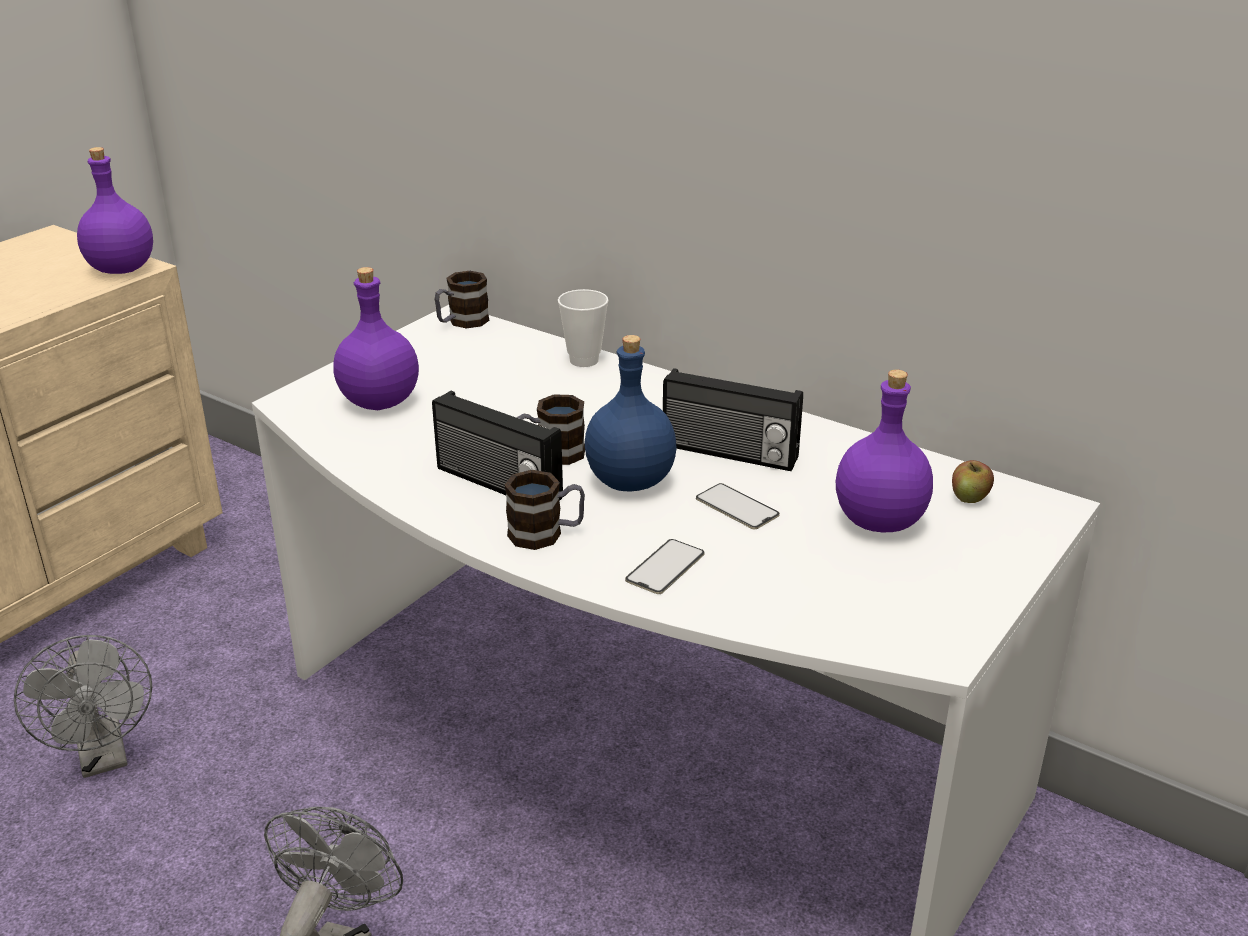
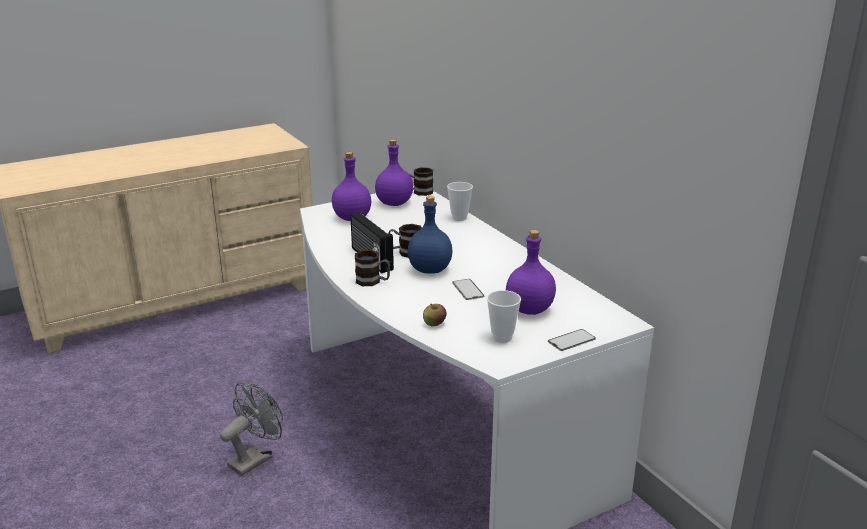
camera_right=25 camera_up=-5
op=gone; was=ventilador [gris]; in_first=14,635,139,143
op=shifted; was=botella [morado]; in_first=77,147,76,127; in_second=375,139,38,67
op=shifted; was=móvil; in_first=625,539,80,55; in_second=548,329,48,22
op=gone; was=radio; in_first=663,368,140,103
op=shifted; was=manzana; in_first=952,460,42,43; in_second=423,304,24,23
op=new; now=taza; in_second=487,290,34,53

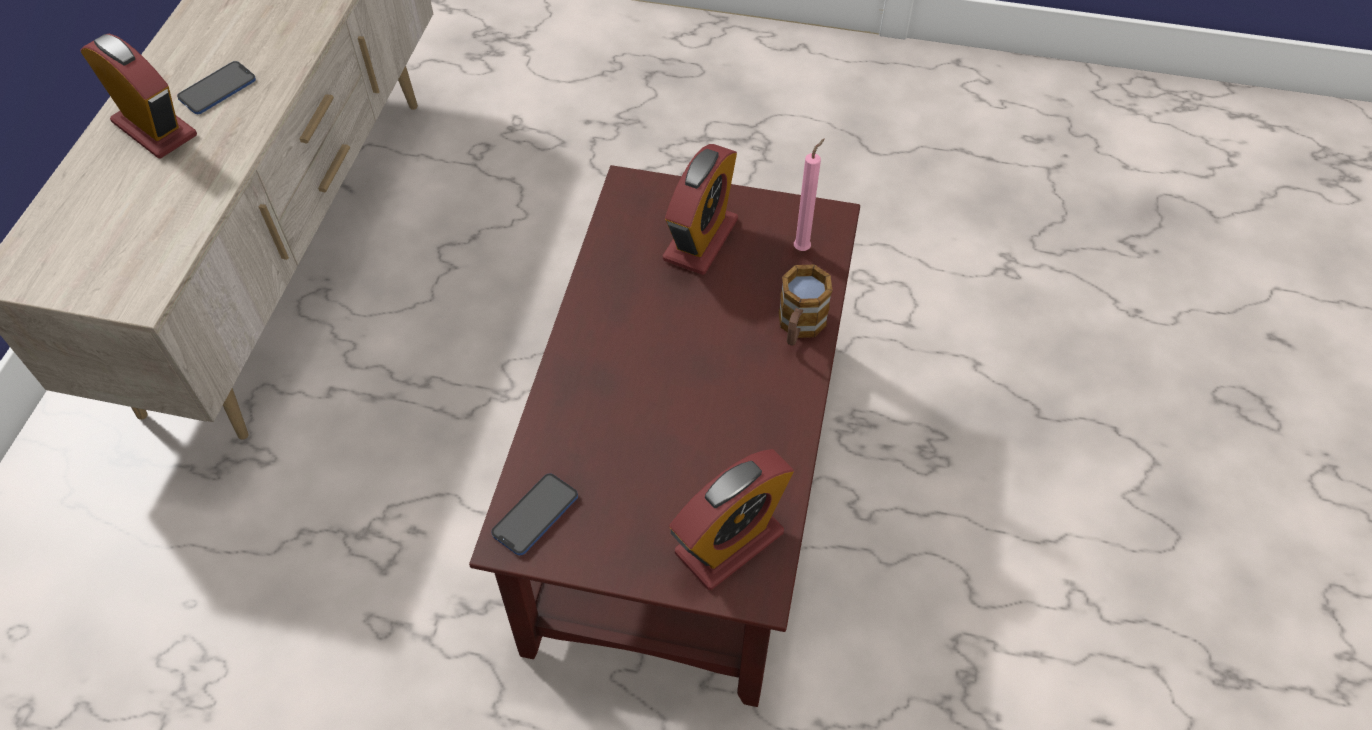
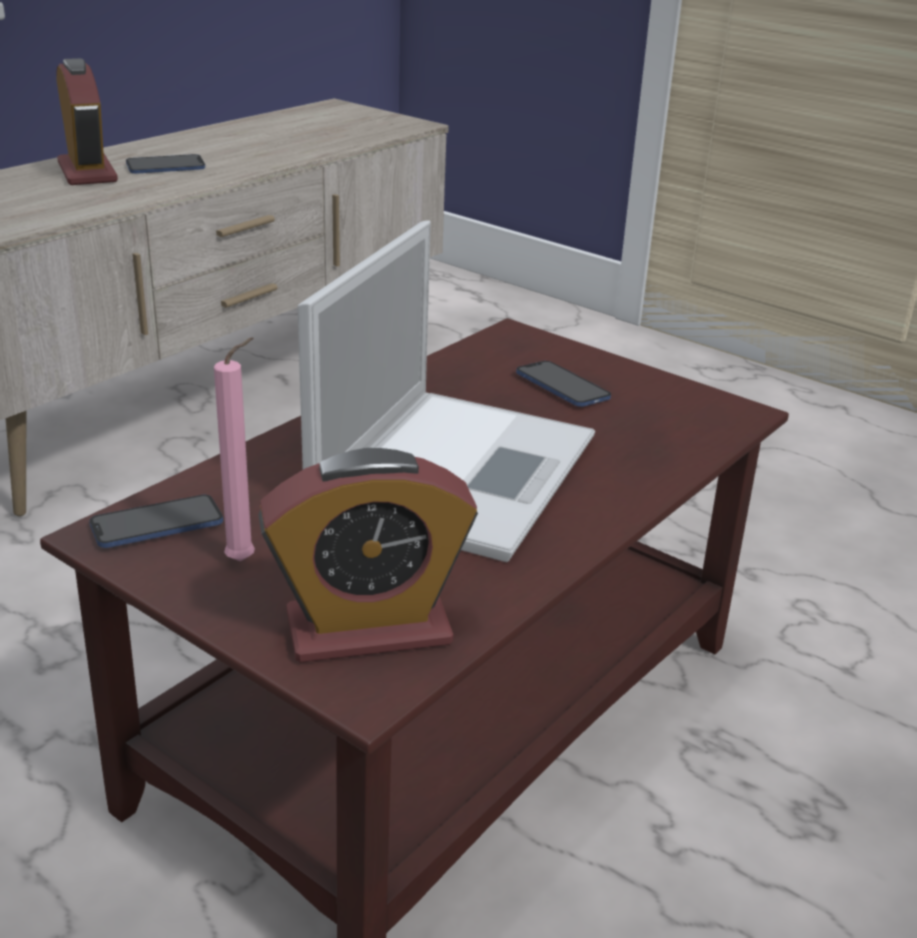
camera_right=25 camera_up=-25
op=swapped; was=despertador; now=móvil; in_first=663,144,75,131; in_second=516,361,95,46
op=gone; was=taza grande; in_first=778,265,55,81
op=shifted; was=vela [rosa]; in_first=794,138,31,113; in_second=214,337,41,224
op=new; now=portátil; in_second=298,221,297,341

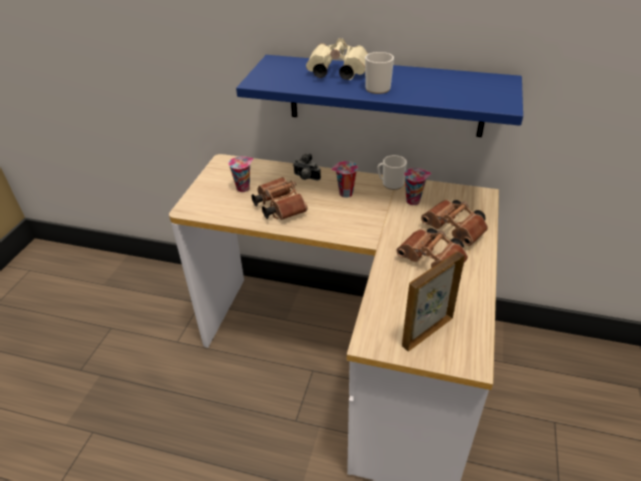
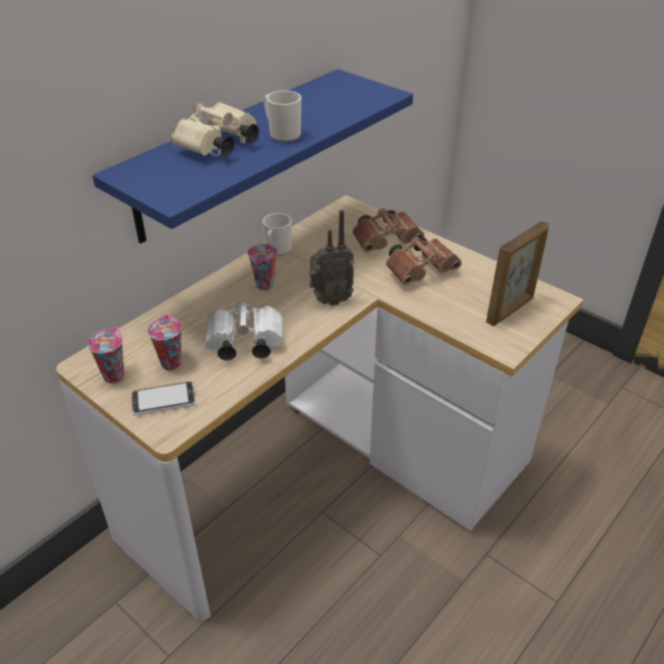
camera_right=-65 camera_up=0
op=repainted; was=prismáticos [marrón]; now=prismáticos [blanco]; in_first=251,177,57,43; in_second=206,301,77,59
op=gone; was=cámara; in_first=293,154,28,26
op=rotated; was=portarretratos; in_first=402,252,63,100; in_second=486,221,63,105; clockwise=-120
op=shifted; was=taza; in_first=404,168,27,37; in_second=87,327,37,56
op=new; now=móvil; in_second=132,382,64,33
op=new; now=radio; in_second=309,210,45,96

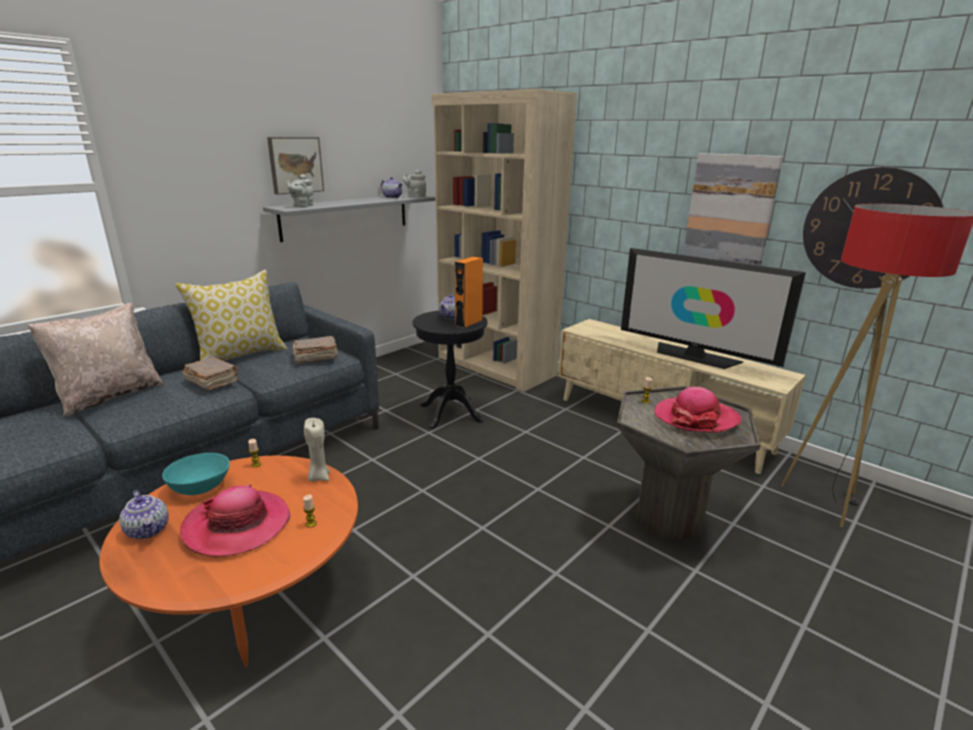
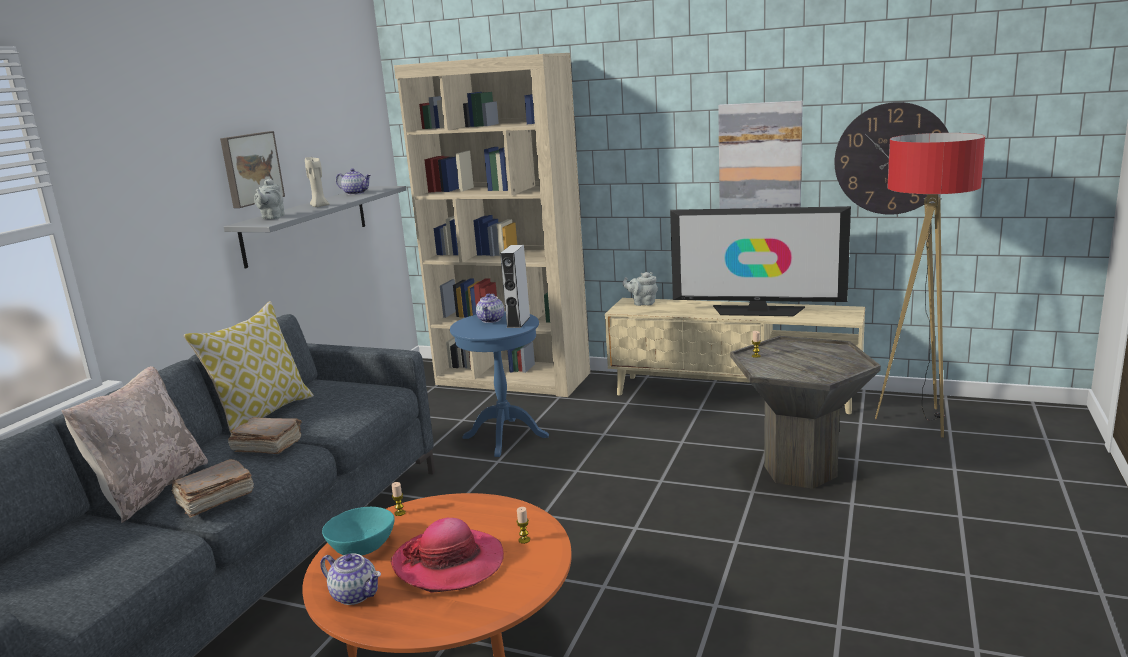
camera_right=-20 camera_up=-5
op=shifted; was=libro [marrón]; in_first=293,336,45,28; in_second=171,459,83,59
op=shifted; was=vela [beis]; in_first=304,418,26,64; in_second=305,157,25,50
op=shifted; was=tetera [gris]; in_first=403,170,23,28; in_second=623,272,35,34
op=repainted; was=mesa auxiliar [negro]; now=mesa auxiliar [azul]; in_first=412,310,76,119; in_second=450,311,99,146
op=repainted; was=altavoz [naranja]; now=altavoz [gris]; in_first=455,257,28,71; in_second=500,245,30,83
op=gone; was=sombrero; in_first=654,387,88,46

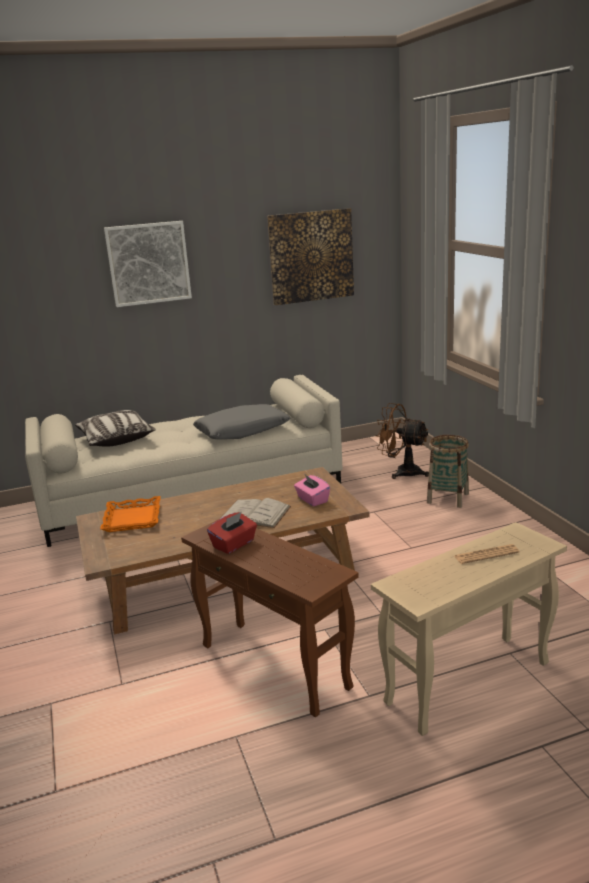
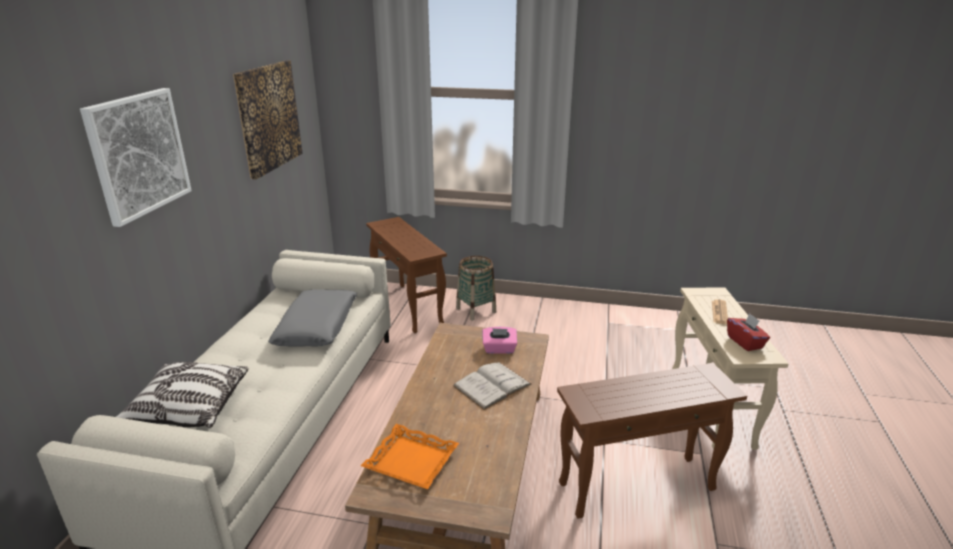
camera_right=-60 camera_up=5
op=shifted; was=caja de pañuelos [rojo]; in_first=207,512,50,42; in_second=727,313,43,38
op=swapped; was=ventilador [marrón]; now=mesa auxiliar [marrón]; in_first=375,403,54,76; in_second=366,217,81,116

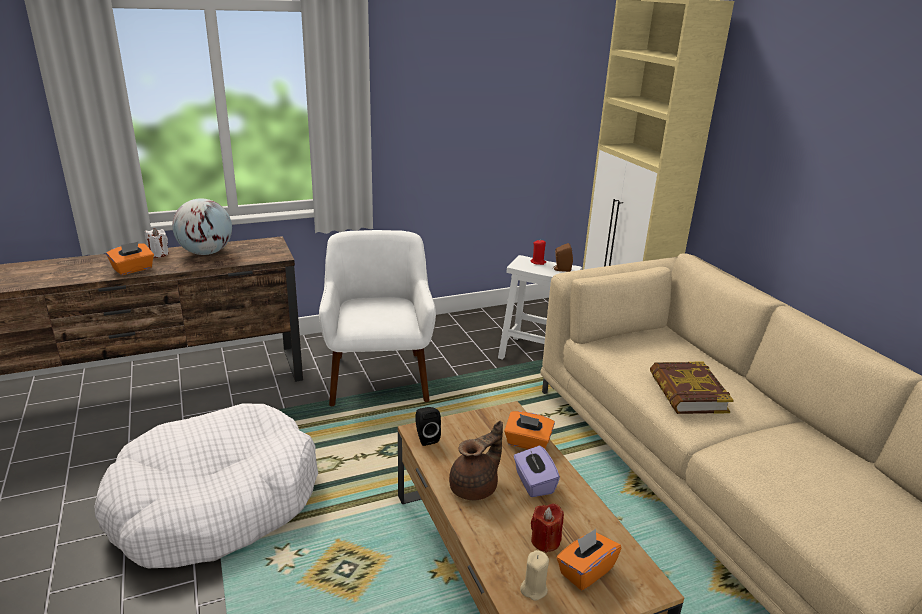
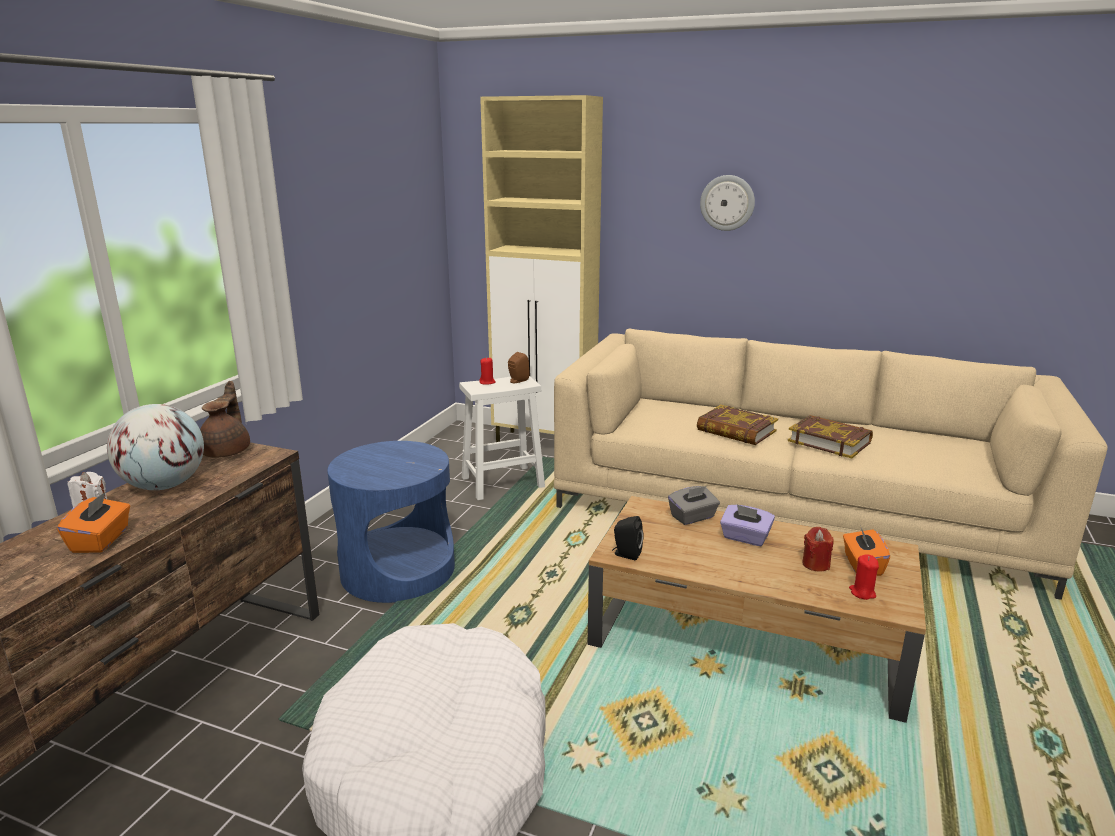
camera_right=-45 camera_up=-5
op=swapped; was=sillón [blanco]; now=mesa auxiliar [azul]; in_first=319,230,117,176; in_second=327,441,128,162
op=shifted; was=tetera [marrón]; in_first=449,421,54,79; in_second=200,381,50,77
op=repainted; was=caja de pañuelos [naranja]; now=caja de pañuelos [gris]; in_first=504,411,51,38; in_second=668,486,52,39
op=repainted; was=vela [beis]; now=vela [rojo]; in_first=520,550,29,51; in_second=849,554,30,46
op=new; now=reloj de pared; in_second=700,175,55,56
op=new; now=libro; in_second=788,415,85,44

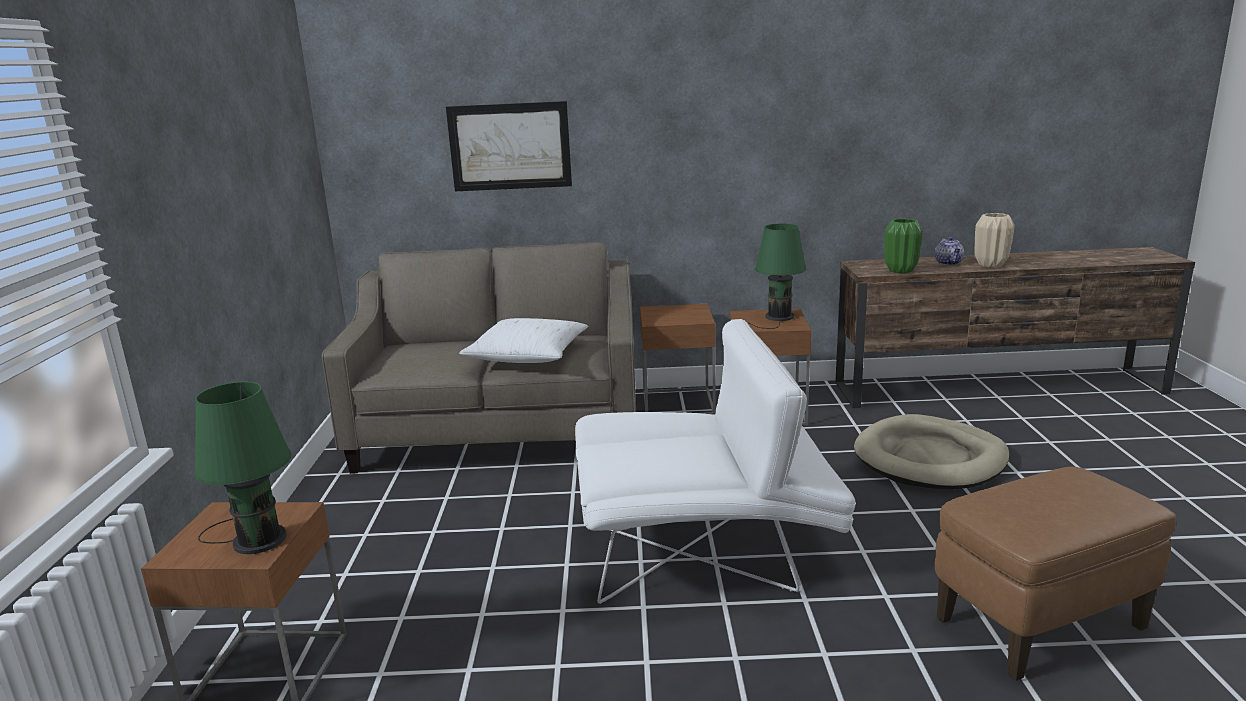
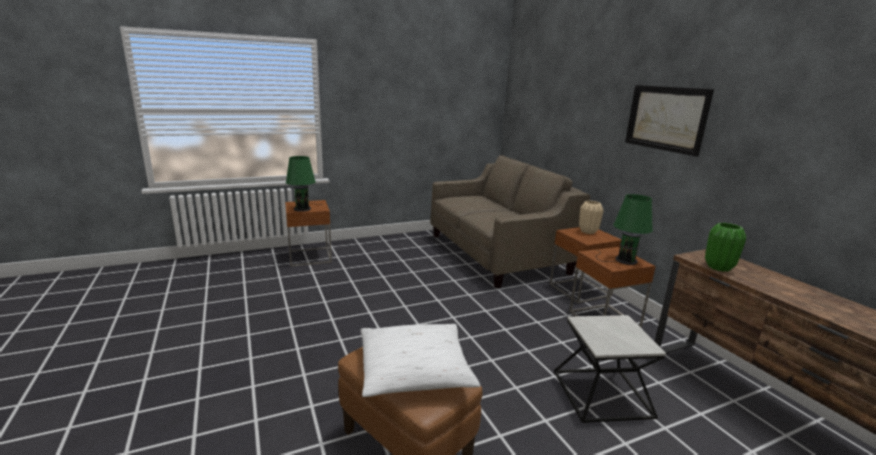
camera_right=65 camera_up=0
op=shifted; was=cuadro; in_first=446,101,126,90; in_second=625,85,89,72
op=shifted; was=cojín [blanco]; in_first=459,318,129,45; in_second=360,324,120,73
op=gone; was=sillón [blanco]; in_first=575,319,281,285
op=swapped; was=cama para perro [beis]; now=mesa auxiliar; in_first=854,414,155,75; in_second=554,315,112,108
op=gone; was=tetera; in_first=935,237,29,28
op=shifted; was=florero [beis]; in_first=975,213,40,54; in_second=579,201,25,33

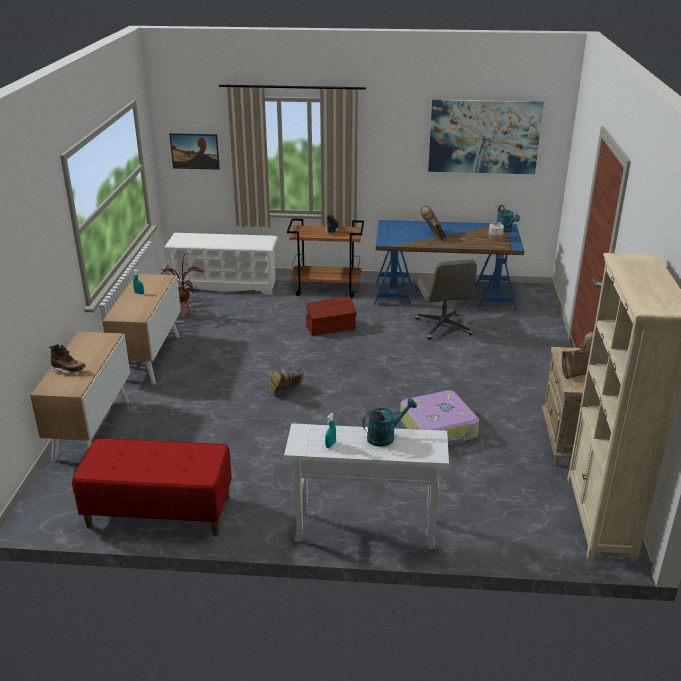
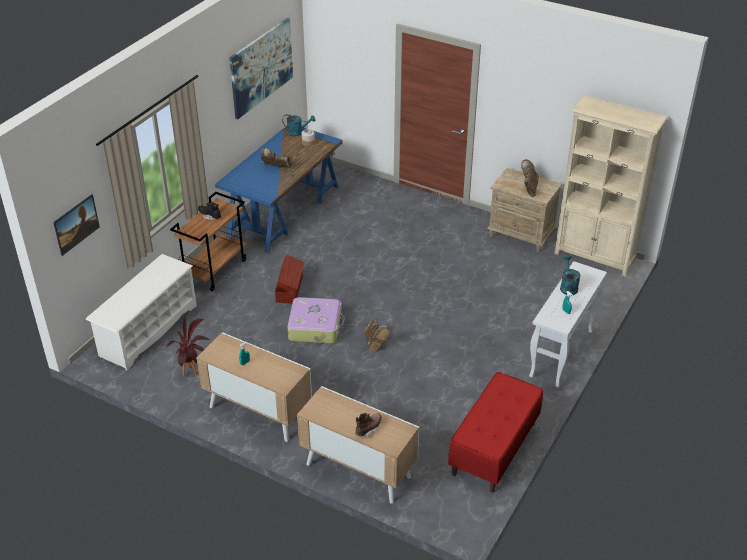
camera_right=-65 camera_up=10
op=shifted; was=maleta; in_first=400,390,79,55; in_second=287,297,58,46
op=gone; was=silla de oficina [gris]; in_first=415,260,62,79

